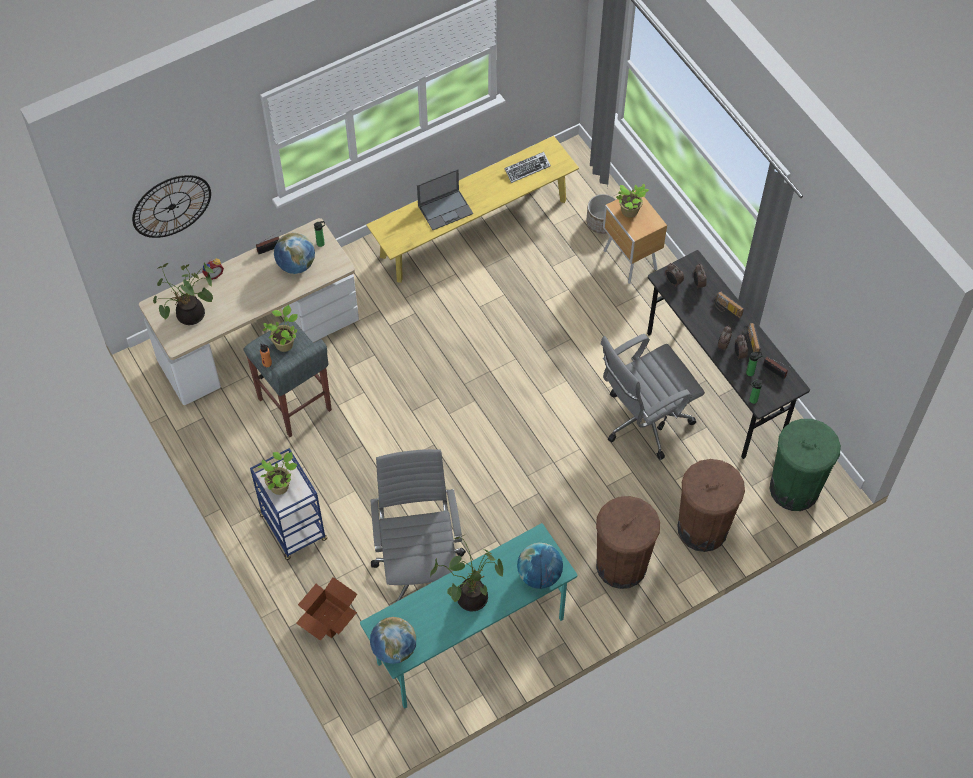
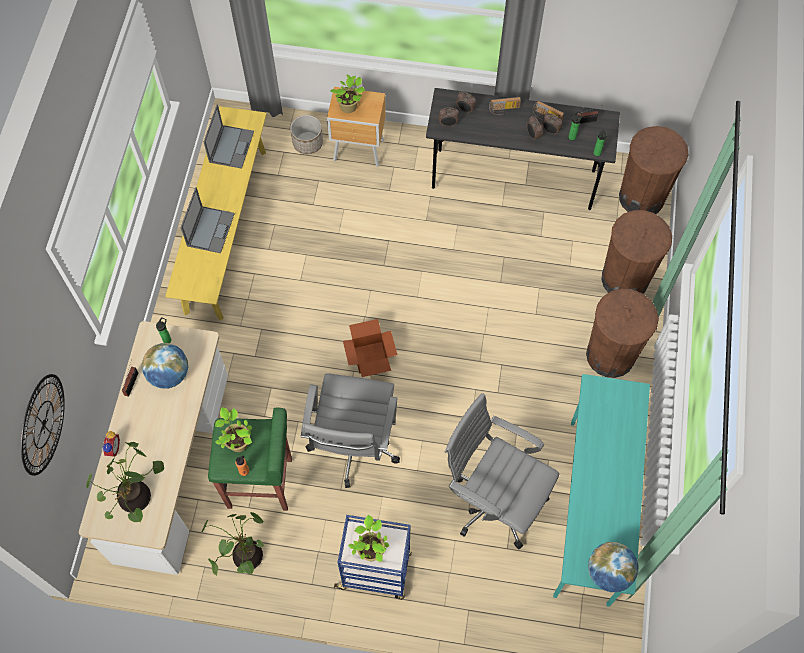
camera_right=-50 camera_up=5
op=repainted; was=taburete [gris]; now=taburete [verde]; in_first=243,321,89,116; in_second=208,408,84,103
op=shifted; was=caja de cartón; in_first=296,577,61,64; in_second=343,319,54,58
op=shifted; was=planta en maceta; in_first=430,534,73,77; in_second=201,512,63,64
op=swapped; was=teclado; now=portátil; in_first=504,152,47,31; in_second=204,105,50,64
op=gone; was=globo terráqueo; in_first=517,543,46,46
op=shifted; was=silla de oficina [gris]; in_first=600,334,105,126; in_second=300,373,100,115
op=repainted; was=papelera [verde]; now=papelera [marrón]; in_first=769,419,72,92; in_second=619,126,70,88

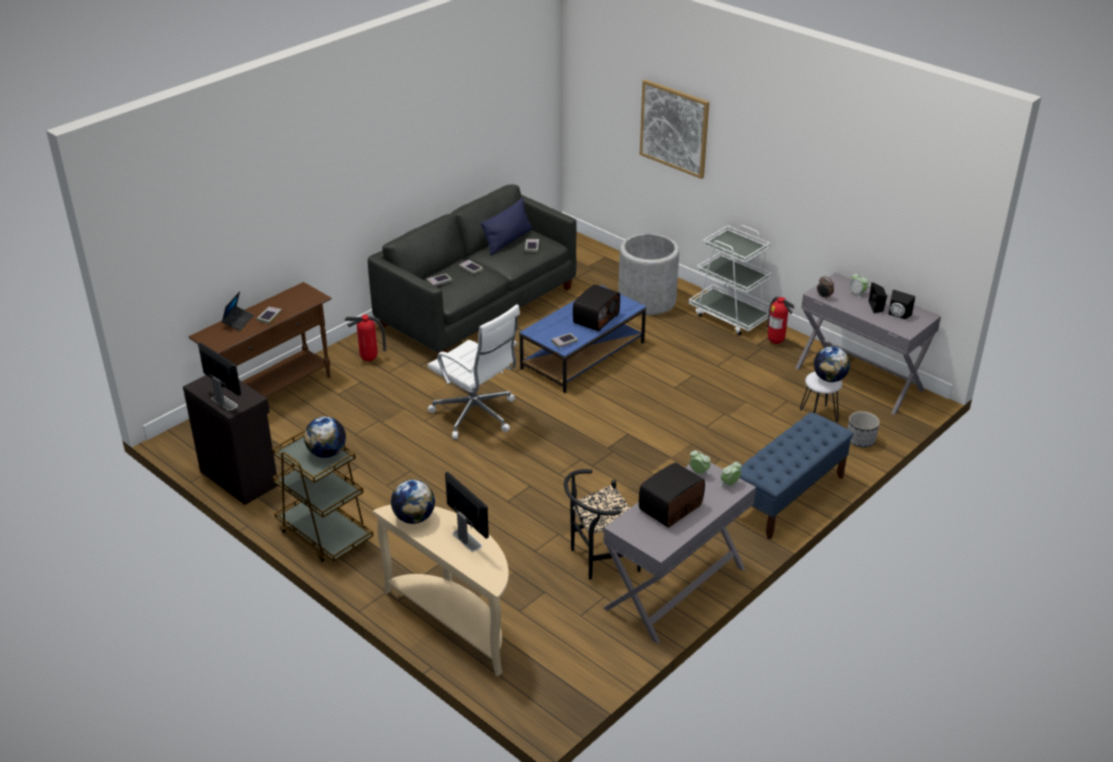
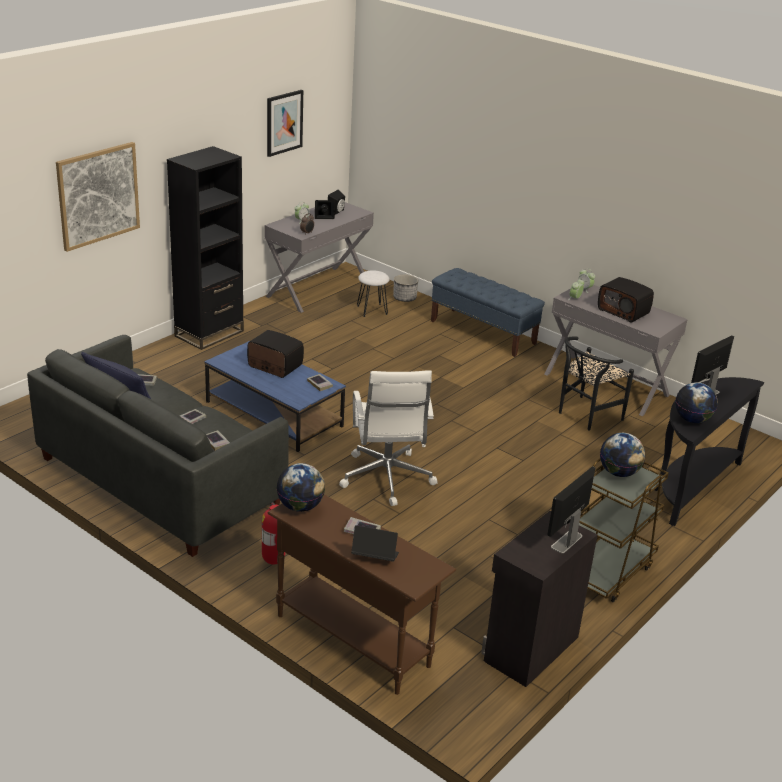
camera_right=-95 camera_up=-5
op=repainted; was=mesa consola [beis]; now=mesa consola [negro]; in_first=373,505,136,172; in_second=655,377,109,149
op=rotated; was=silla de oficina [blanco]; in_first=428,304,92,135; in_second=339,370,99,136; clockwise=135
op=rotated; was=silla [negro]; in_first=564,469,77,111; in_second=559,336,75,94; clockwise=75
op=gone; was=maceta [gris]; in_first=618,234,61,81
op=swapped; was=carrito [blanco]; now=estantería [negro]; in_first=689,225,83,111; in_second=167,146,77,204
op=gone; was=extintor; in_first=766,297,29,47
op=shifted; was=globo terráqueo; in_first=814,346,36,36; in_second=277,463,48,49
op=new; now=cuadro; in_second=267,90,36,67

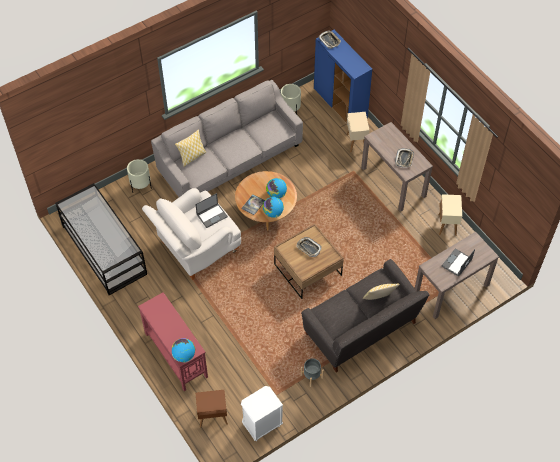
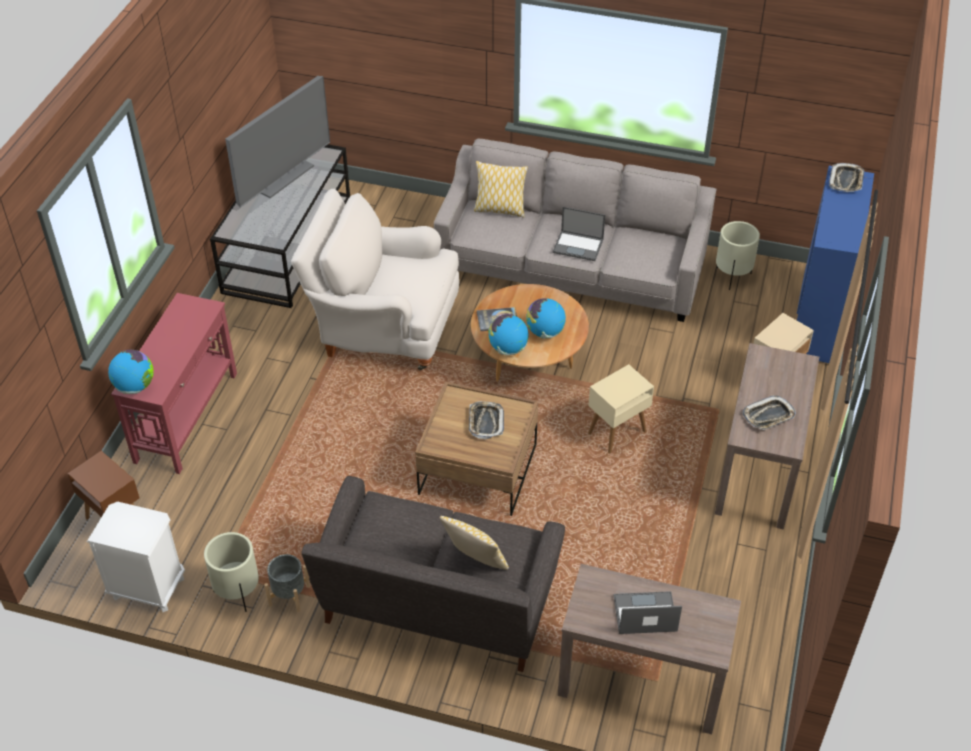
camera_right=50 camera_up=-10
op=shifted; was=maceta [beis]; in_first=127,159,25,33; in_second=204,532,55,80
op=shifted; was=portátil; in_first=195,193,33,35; in_second=553,207,52,54
op=shifted; was=mesa auxiliar [beis]; in_first=438,194,24,42; in_second=588,364,66,90
op=new; now=televisor; in_second=225,76,105,132

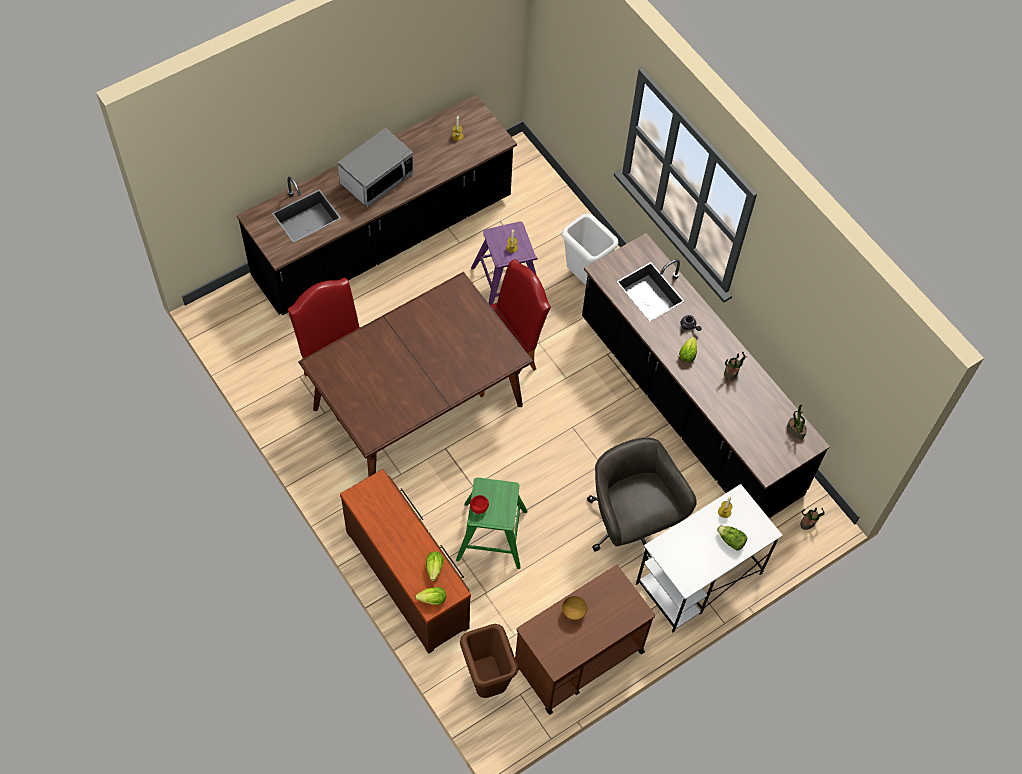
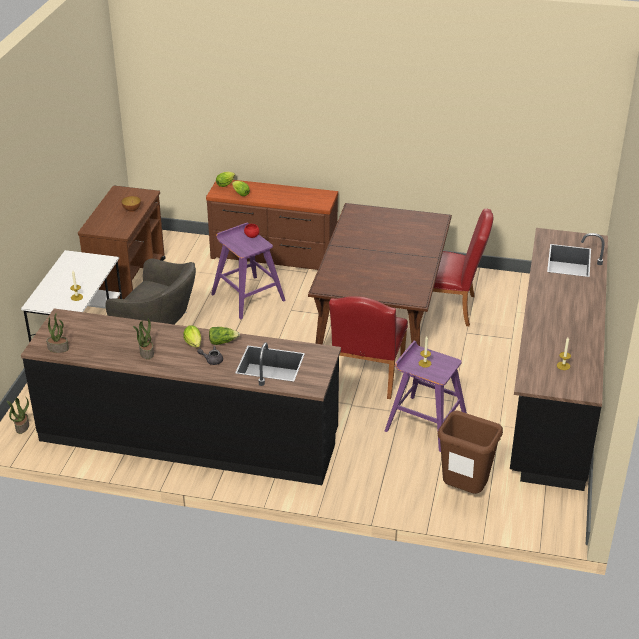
camera_right=140 camera_up=-25
op=gone; was=microondas; in_first=338,128,76,79
op=repainted; was=taburete [verde]; now=taburete [morado]; in_first=456,478,71,91; in_second=211,223,75,97
op=shifted; was=papelera [marrón]; in_first=460,624,58,74; in_second=438,411,65,83
op=gone; was=papelera [blanco]; in_first=562,213,57,71
op=shifted; was=lechuga; in_first=717,526,30,25; in_second=209,327,31,18

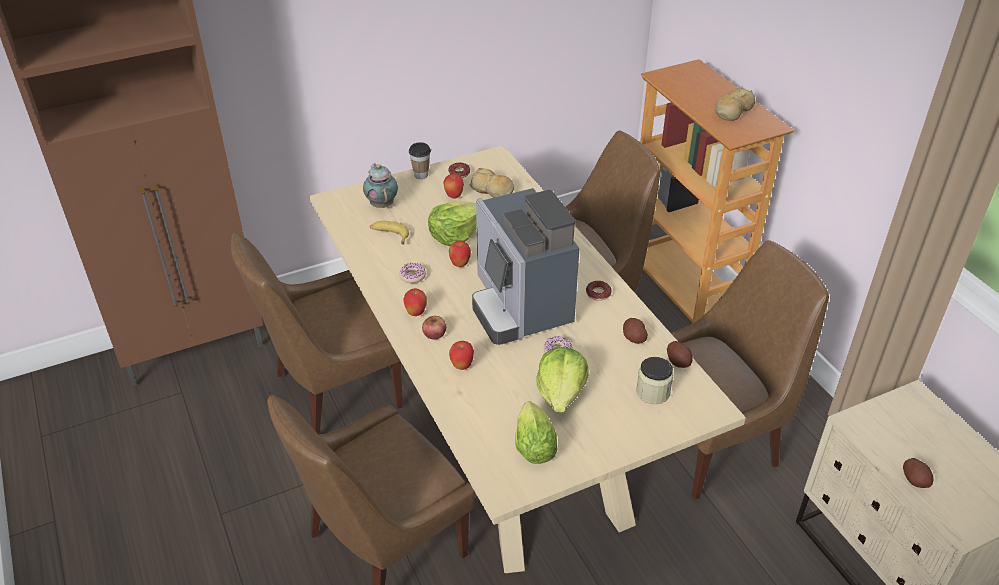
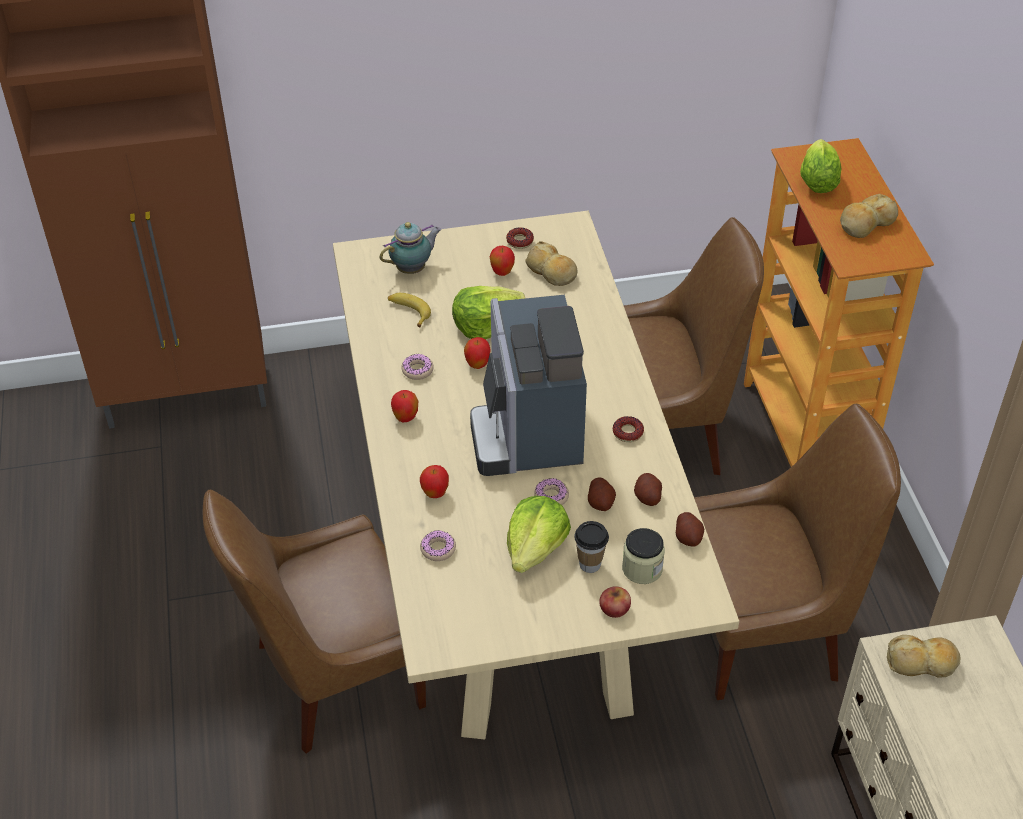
camera_right=15 camera_up=5
op=gone; was=silla [marrón]; in_first=231,232,172,202
op=rotated; was=tetera; in_first=363,163,35,45; in_second=380,222,61,52; clockwise=60
op=shifted; was=taza; in_first=409,142,22,37; in_second=574,521,35,52
op=shifted; was=manzana; in_first=422,316,24,24; in_second=599,586,32,32
op=shifted; was=lechuga; in_first=515,402,43,62; in_second=800,139,41,54
op=shifted; was=patata; in_first=903,458,31,30; in_second=588,478,28,33
op=new; now=rosquilla; in_second=420,530,36,31
op=new; now=pan; in_second=887,635,73,43

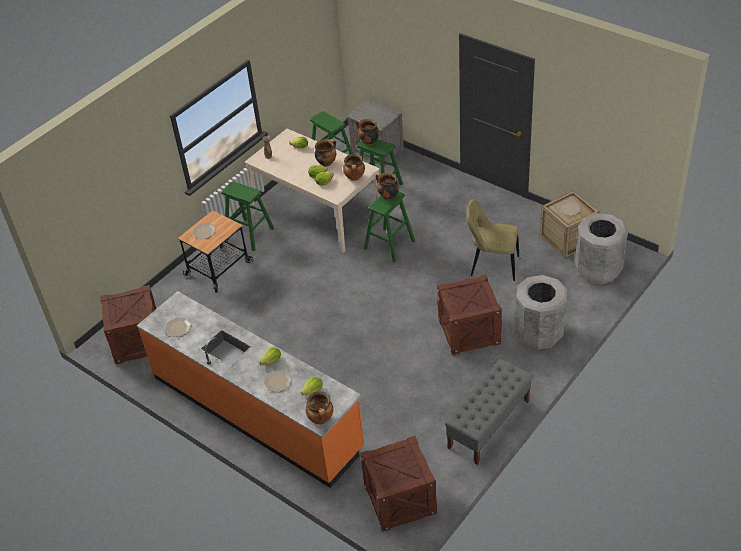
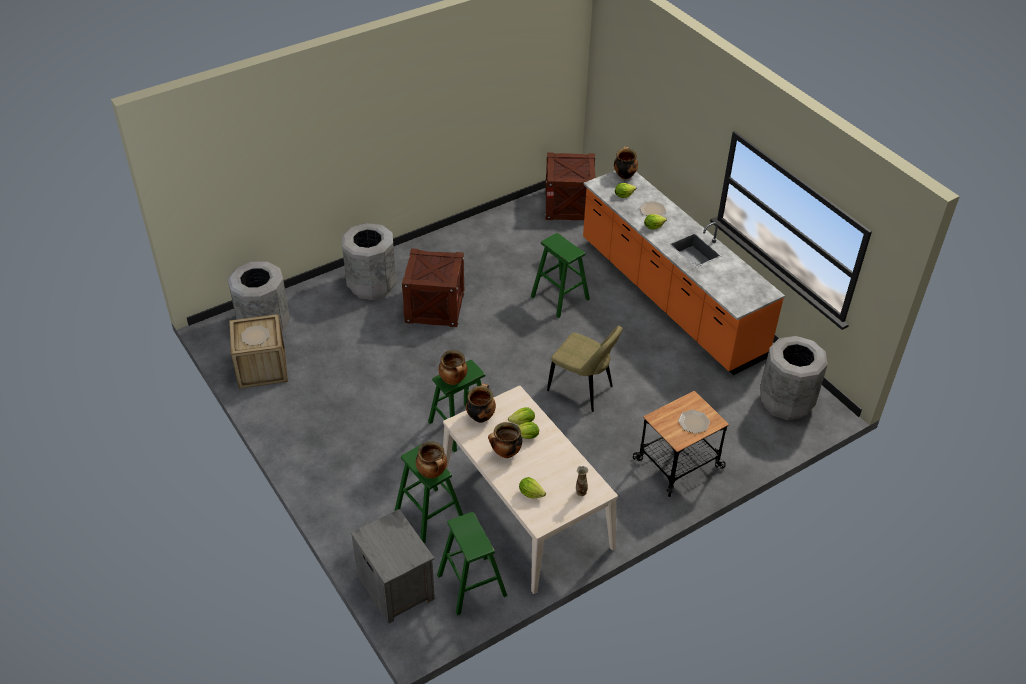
camera_right=-165 camera_up=0
op=swapped; was=caja de embalaje; now=papelera [gris]; in_first=100,285,57,79; in_second=760,336,68,84
op=gone; was=plato; in_first=164,317,28,20
op=shifted; was=taburete [verde]; in_first=221,181,53,70; in_second=531,233,59,85
op=gone; was=banco [gris]; in_first=445,359,88,106
op=shifted; was=silla [beis]; in_first=466,200,53,81; in_second=547,326,76,86

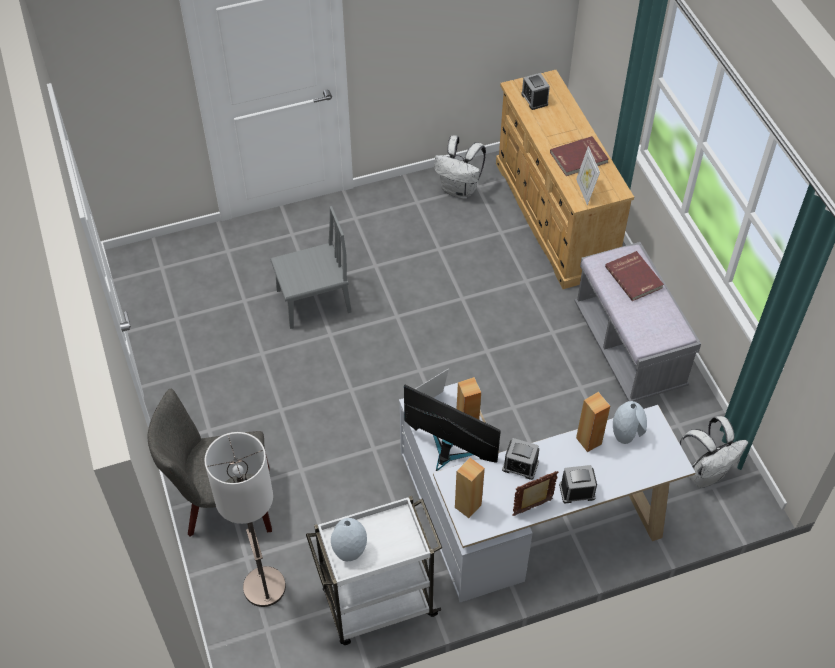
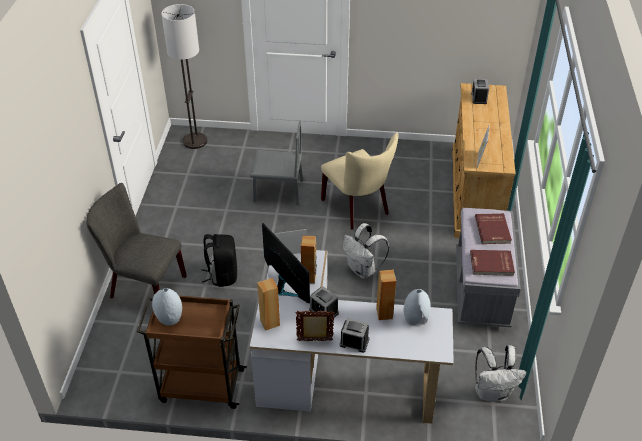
camera_right=25 camera_up=-10
op=shifted; was=lámpara de pie; in_first=204,432,82,175; in_second=161,4,46,145
op=repainted; was=carrito [blanco]; now=carrito [marrón]; in_first=306,496,136,149; in_second=137,296,110,113
op=shifted; was=mochila [blanco]; in_first=434,135,52,64; in_second=343,223,46,56
op=shifted; was=libro [rojo]; in_first=550,136,59,40; in_second=470,250,45,26
op=new; now=mochila [negro]; in_second=202,234,35,53
op=new; now=silla [beis]; in_second=321,133,77,97

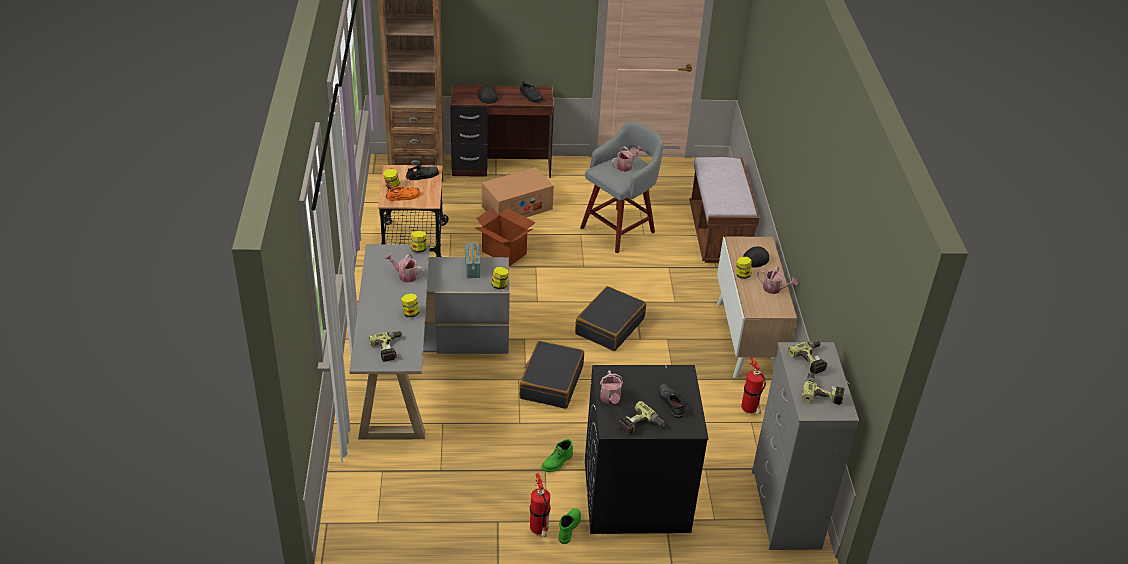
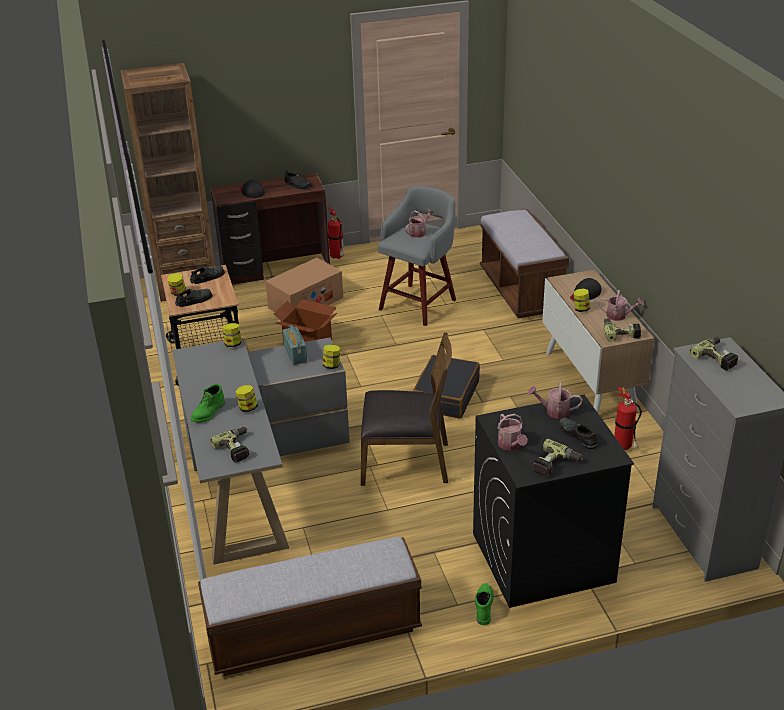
camera_right=-10 camera_up=-5
op=shifted; was=regadera; in_first=385,253,39,30; in_second=528,382,55,37
op=repainted; was=zapato [naranja]; now=zapato [negro]; in_first=386,186,35,15; in_second=175,289,38,18
op=swapped; was=maleta [negro]; now=silla [marrón]; in_first=519,341,65,68; in_second=361,332,91,154
op=shifted; was=extintor; in_first=530,473,20,64; in_second=328,206,16,53
op=shifted; was=bota [verde]; in_first=541,439,32,33; in_second=191,384,34,39
op=shifted; was=taladro; in_first=802,373,43,32; in_second=604,318,38,24
op=new; now=banco; in_second=198,536,224,140

